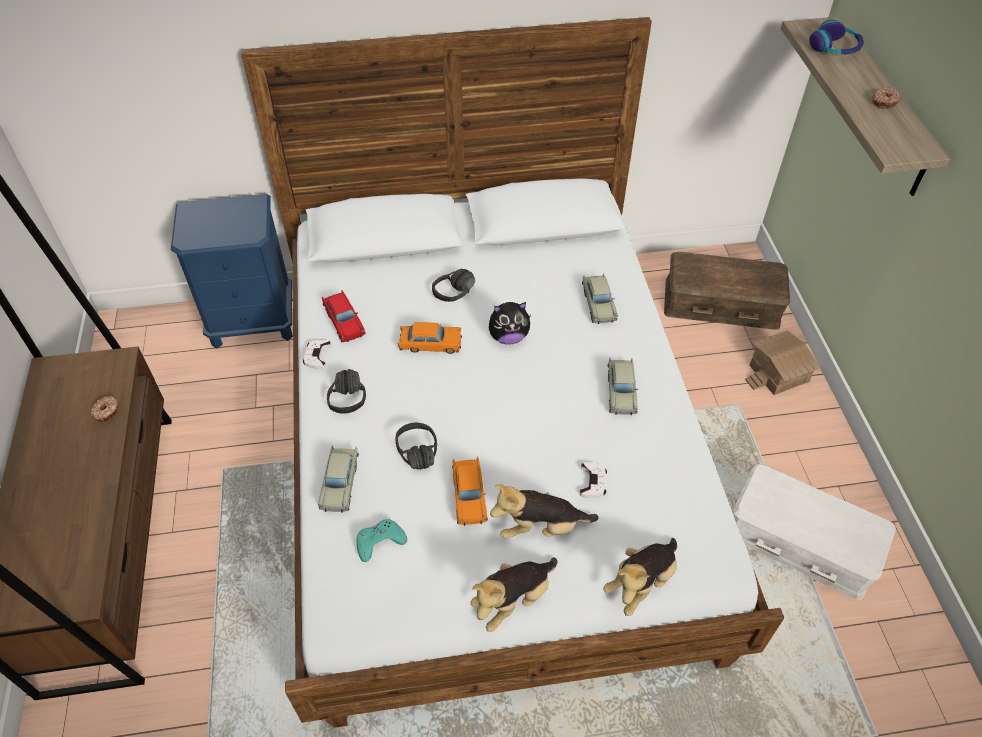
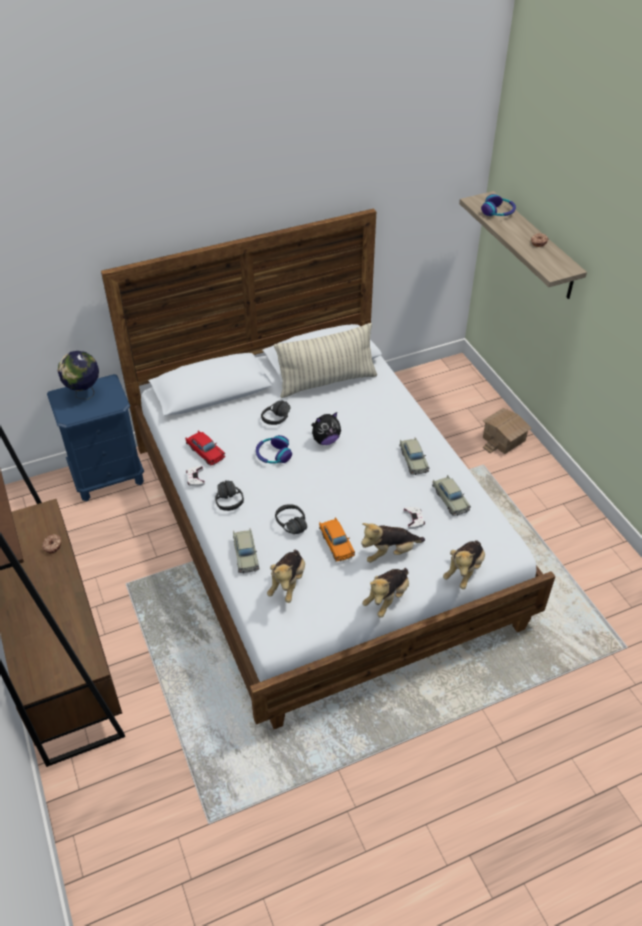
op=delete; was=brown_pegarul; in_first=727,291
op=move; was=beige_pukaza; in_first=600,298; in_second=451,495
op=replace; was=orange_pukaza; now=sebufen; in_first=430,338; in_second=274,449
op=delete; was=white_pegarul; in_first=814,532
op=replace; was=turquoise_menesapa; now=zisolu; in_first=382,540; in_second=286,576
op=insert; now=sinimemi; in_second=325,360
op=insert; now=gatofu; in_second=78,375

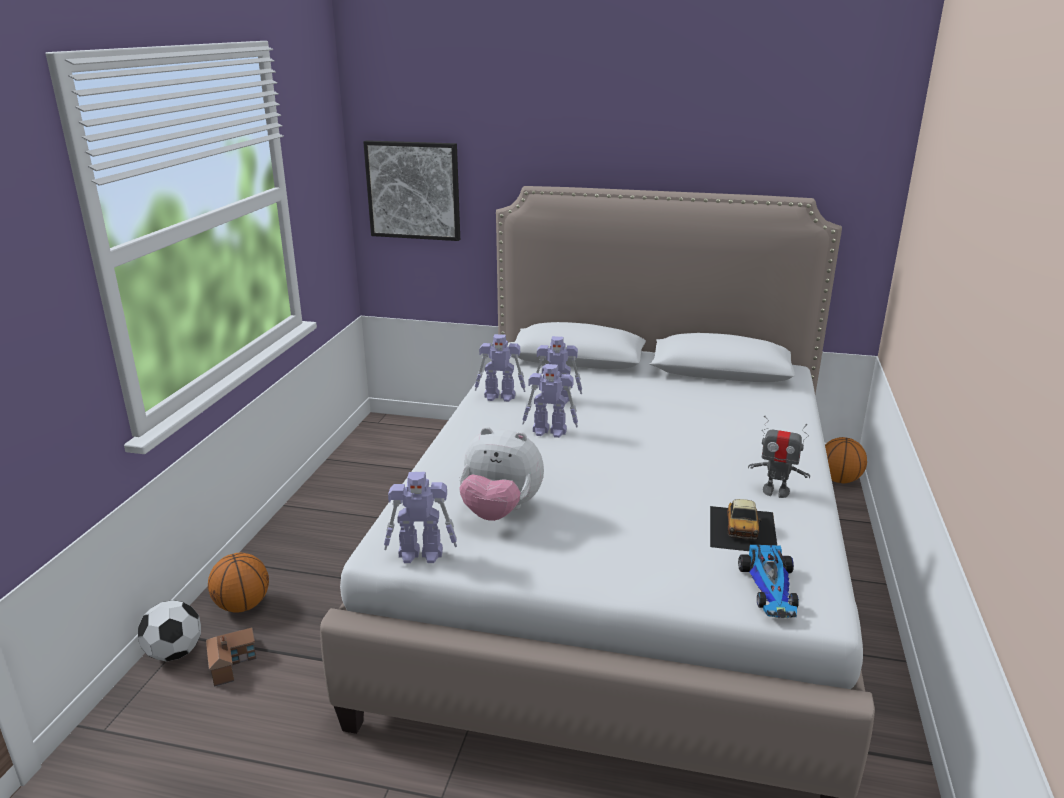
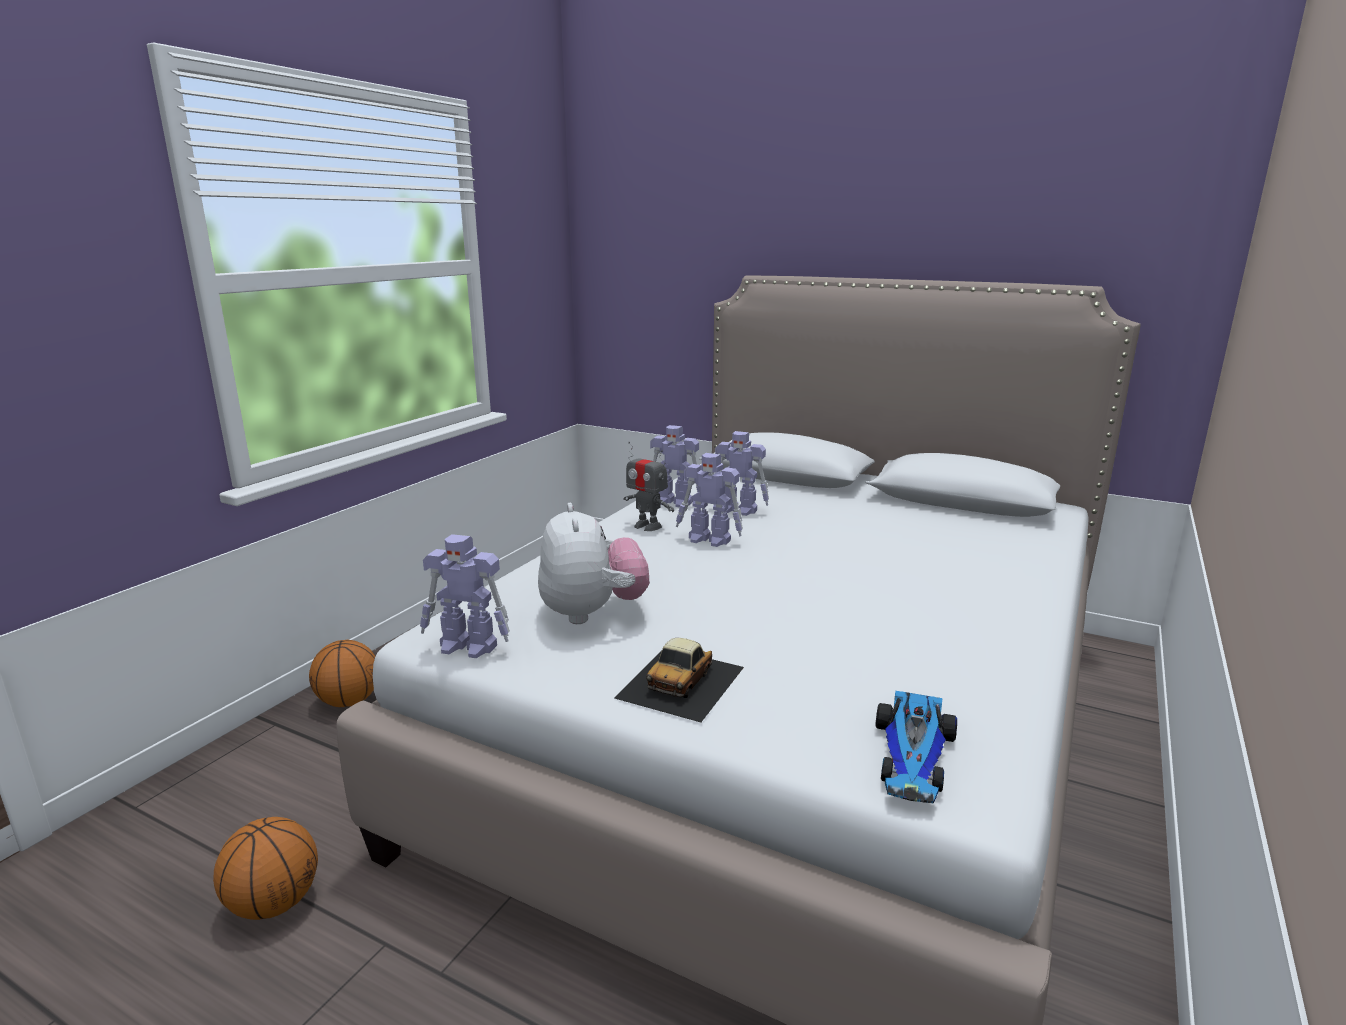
op=delete; was=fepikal; in_first=411,190
op=move; was=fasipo; in_first=779,457; in_second=648,486
op=rotate; was=zisolu; in_first=501,474; in_second=594,563; clockwise=-135
op=move; was=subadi; in_first=846,460; in_second=265,868
op=move; was=pukaza; in_first=743,525; in_second=679,680
op=delete; was=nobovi; in_first=169,631
op=delete; was=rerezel; in_first=231,657

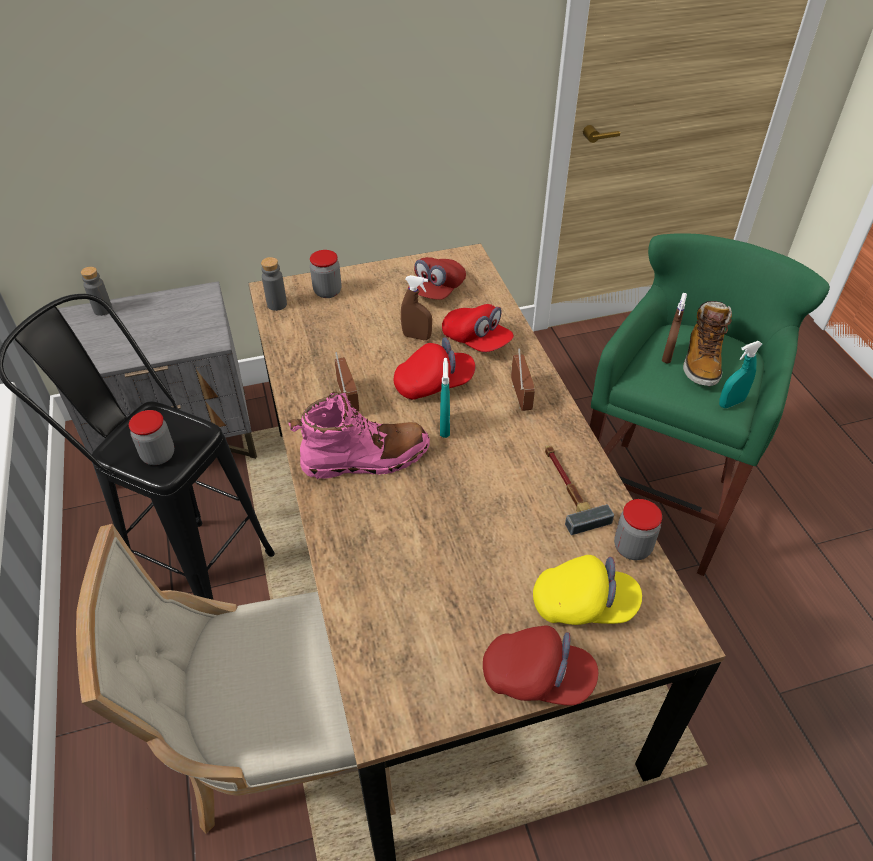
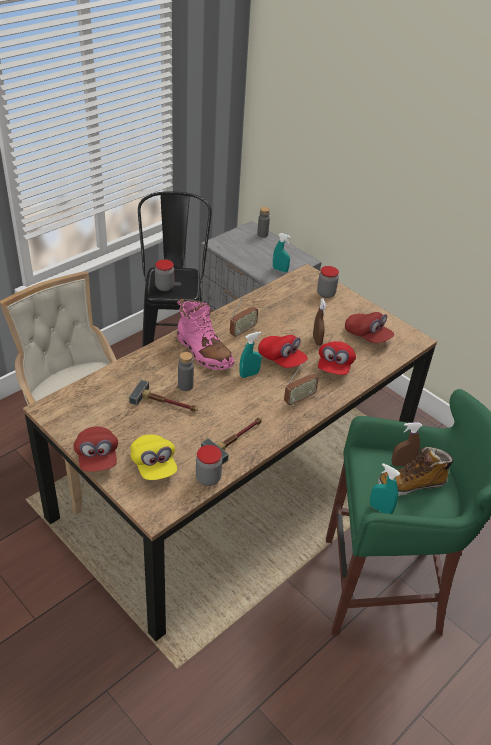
op=move; was=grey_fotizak; in_first=274,284; in_second=186,371
op=rotate; was=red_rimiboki; in_first=437,278; in_second=369,327; clockwise=-135
op=insert; now=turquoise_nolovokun; in_second=282,252
op=insert; now=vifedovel; in_second=163,396

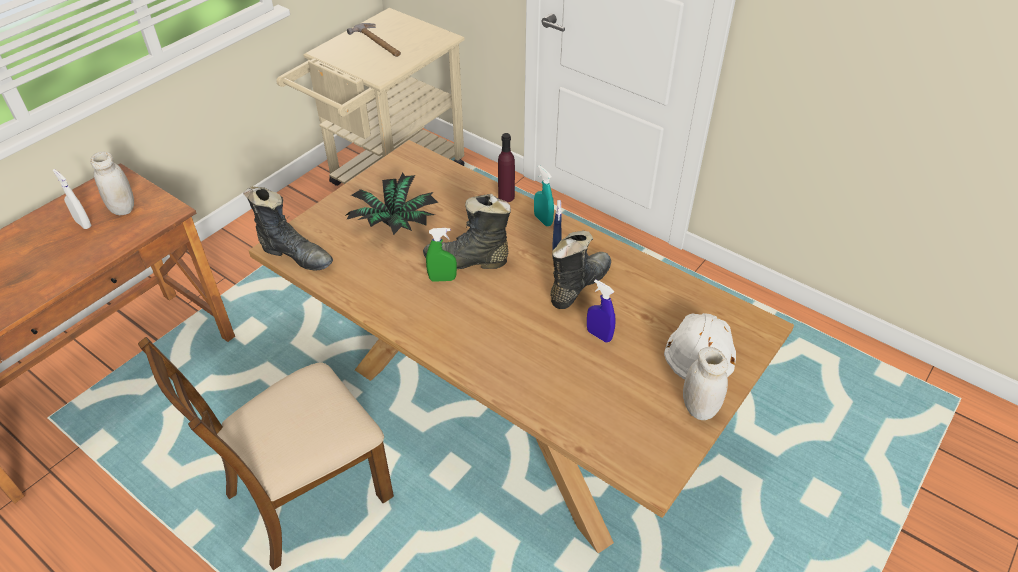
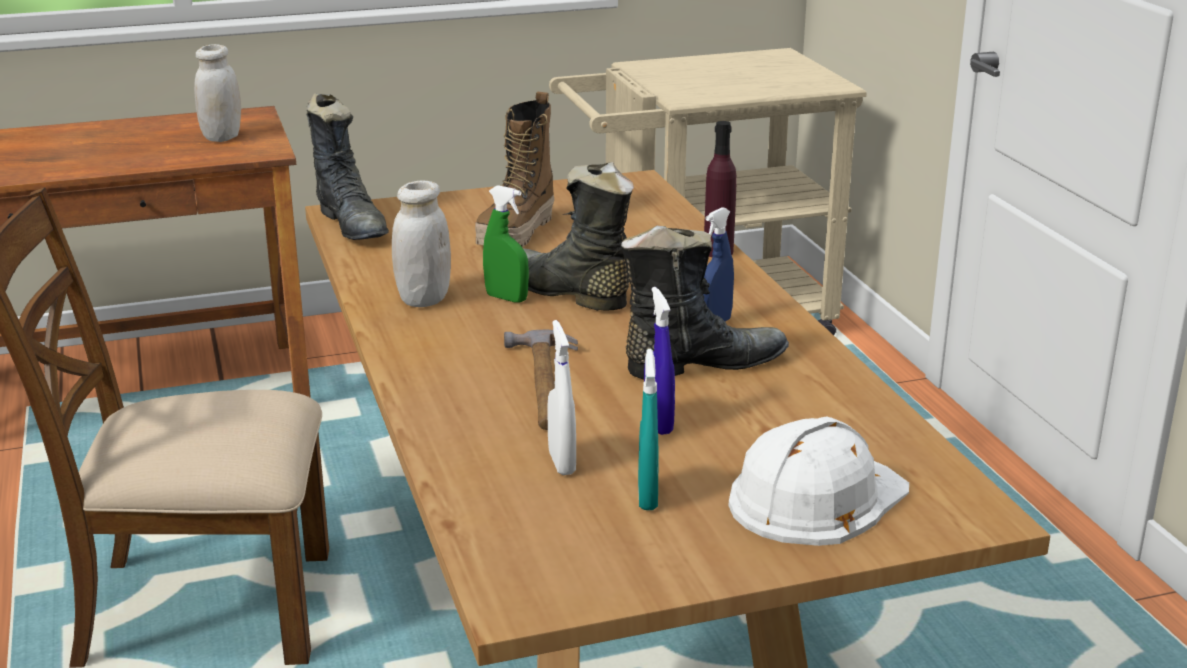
op=move; was=vifedovel; in_first=374,40; in_second=541,380
op=move; was=turquoise_nolovokun; in_first=544,195; in_second=648,429
op=move; was=white_nolovokun; in_first=71,199; in_second=561,397
op=replace; was=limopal; now=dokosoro; in_first=392,203; in_second=514,169
op=move; was=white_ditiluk; in_first=705,383; in_second=421,243

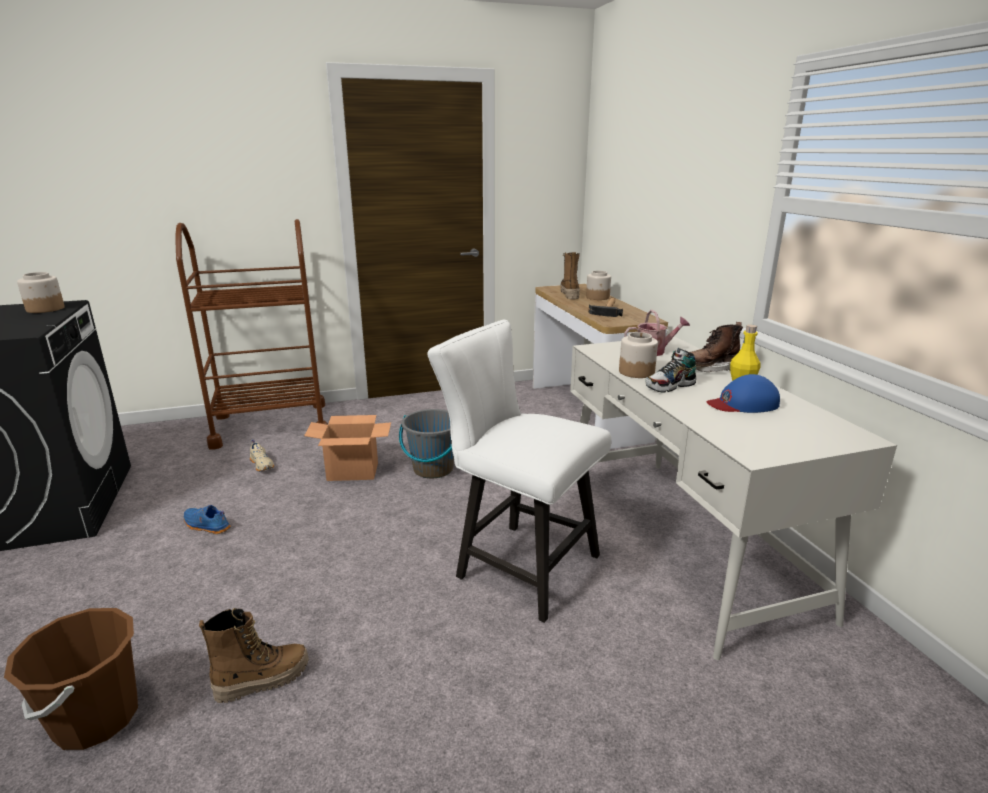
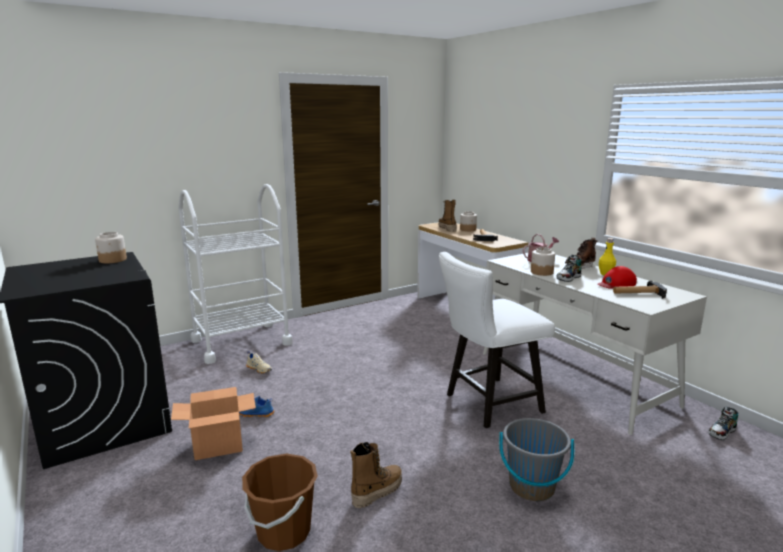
op=recolor; was=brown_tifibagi; now=white_tifibagi; in_first=252,334; in_second=235,274
op=rotate; was=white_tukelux; in_first=519,471; in_second=496,340; clockwise=-45
op=recolor; was=blue_rimiboki; now=red_rimiboki; in_first=743,393; in_second=617,277
op=move; was=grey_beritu; in_first=426,443; in_second=536,459
op=move; was=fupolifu; in_first=347,448; in_second=213,423
op=insert; now=vifedovel; in_second=640,290
op=insert; now=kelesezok; in_second=723,423

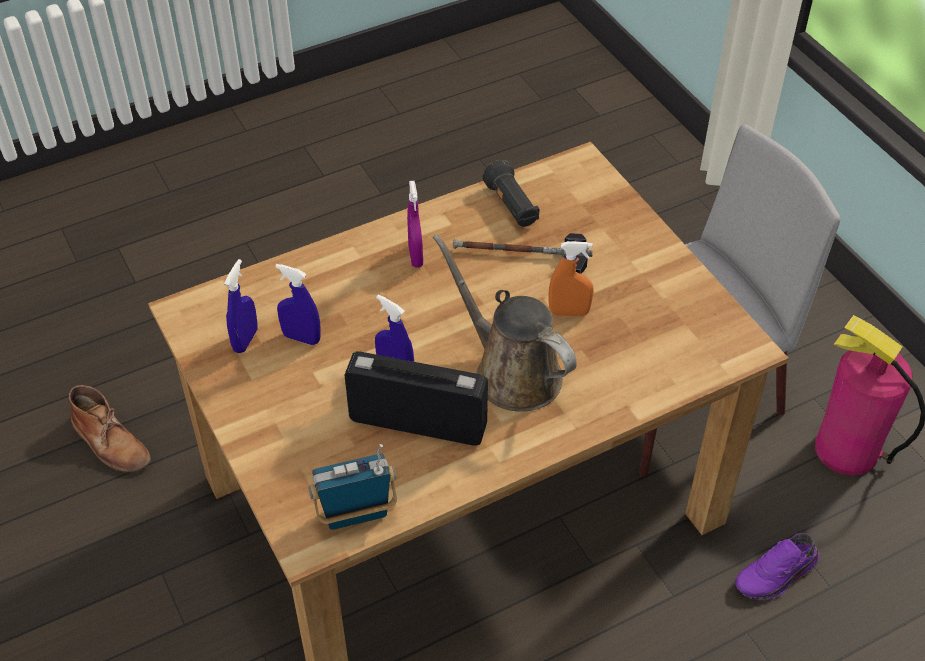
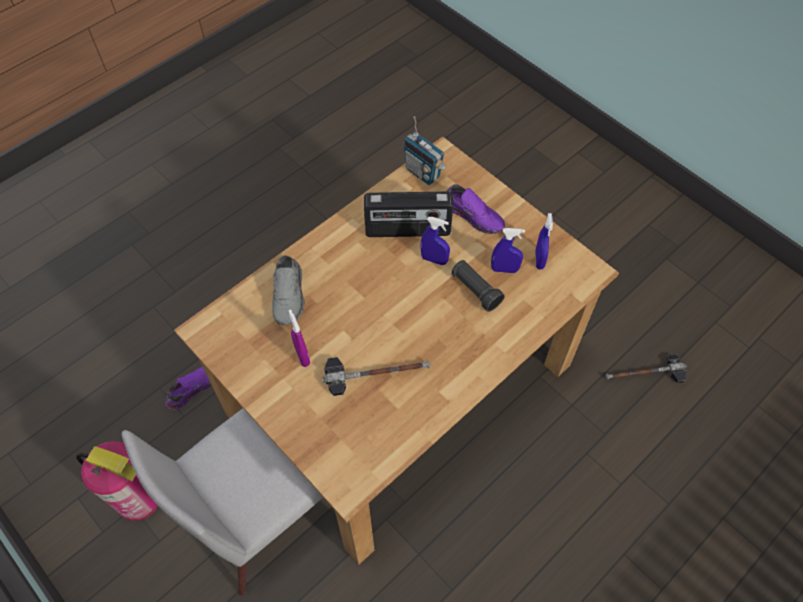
op=move; was=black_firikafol; in_first=511,193; in_second=478,286
op=move; was=purple_nolovokun; in_first=415,224; in_second=299,338
op=delete; was=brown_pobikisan; in_first=505,323
op=delete; was=orange_nolovokun; in_first=571,279
op=replace; was=brown_dokosoro; now=vifedovel; in_first=110,429; in_second=646,368
op=rotate; was=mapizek; in_first=352,487; in_second=425,150; clockwise=75
op=insert; now=purple_kelesezok; in_second=476,209
op=insert; now=grey_kelesezok; in_second=289,290

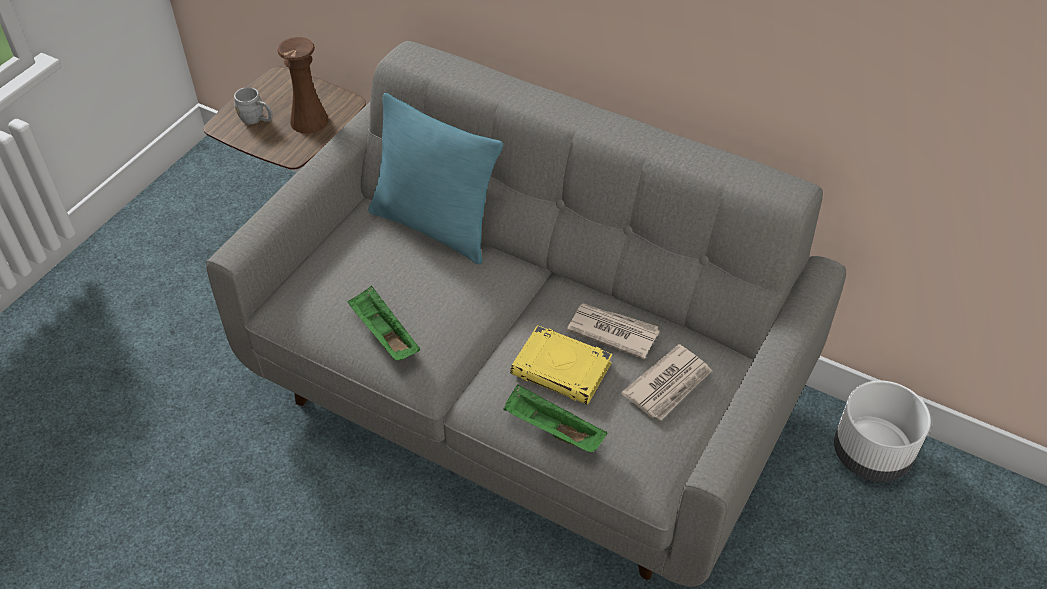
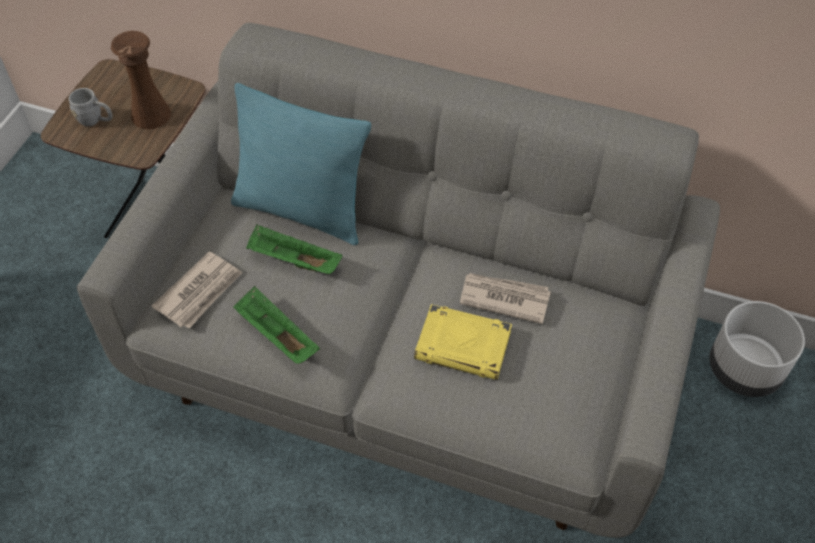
op=move; was=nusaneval; in_first=666,382; in_second=197,290
op=move; was=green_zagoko; in_first=555,418; in_second=294,249

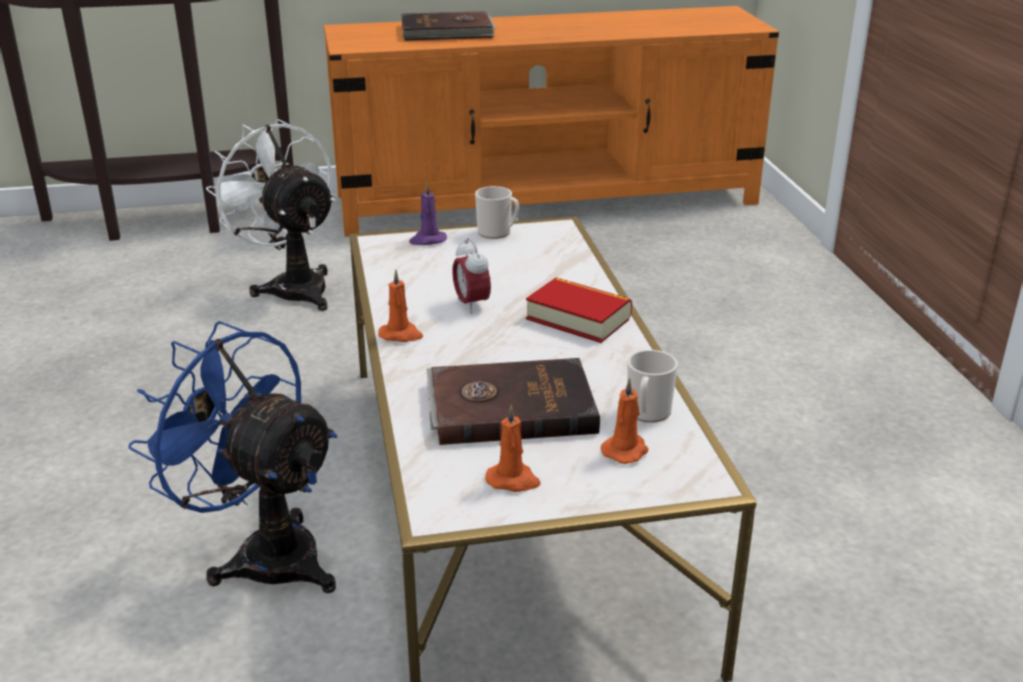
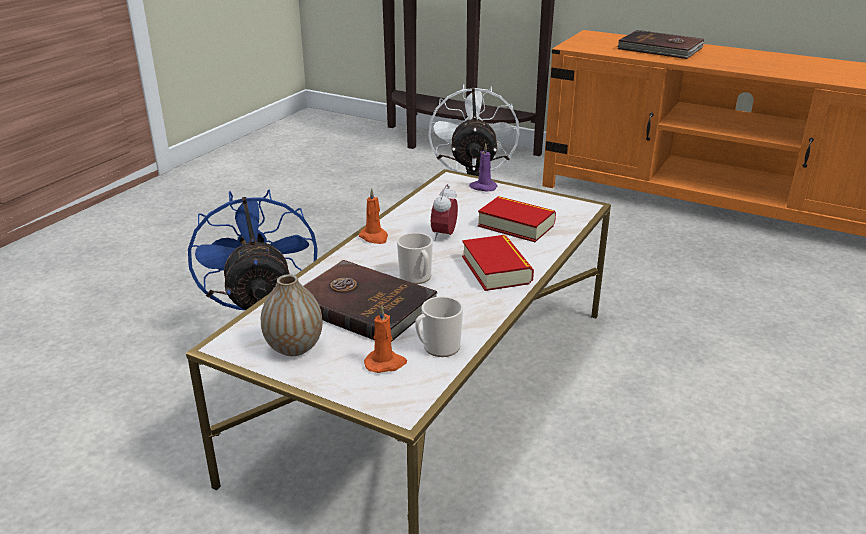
op=move; was=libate; in_first=497,212; in_second=415,258
op=replace; was=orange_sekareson; now=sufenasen; in_first=513,448; in_second=291,315
op=insert; now=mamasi; in_second=517,219

